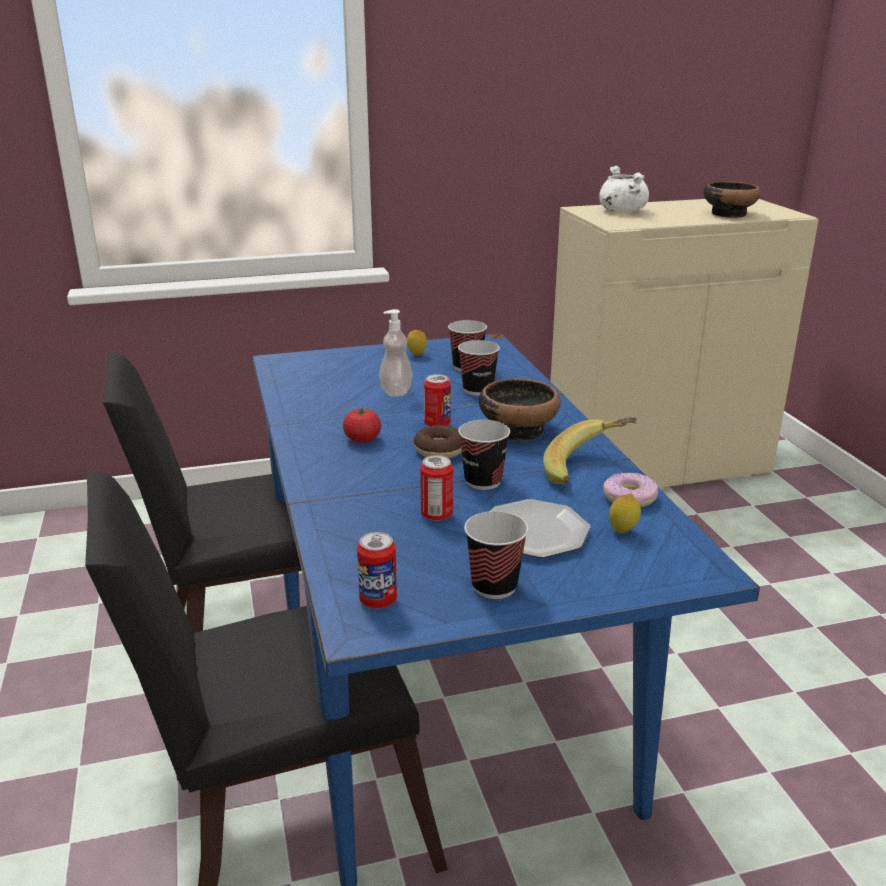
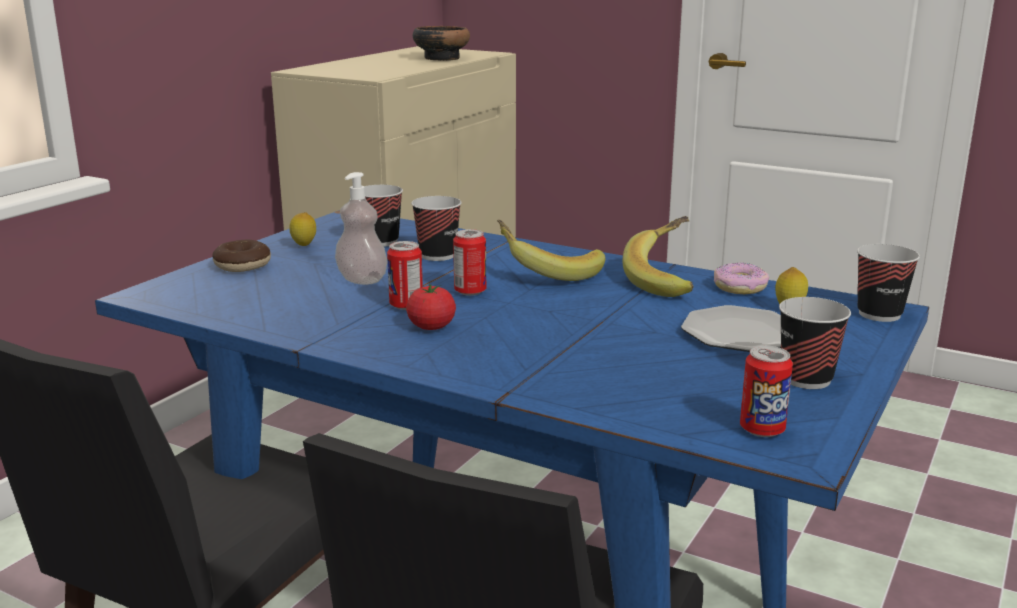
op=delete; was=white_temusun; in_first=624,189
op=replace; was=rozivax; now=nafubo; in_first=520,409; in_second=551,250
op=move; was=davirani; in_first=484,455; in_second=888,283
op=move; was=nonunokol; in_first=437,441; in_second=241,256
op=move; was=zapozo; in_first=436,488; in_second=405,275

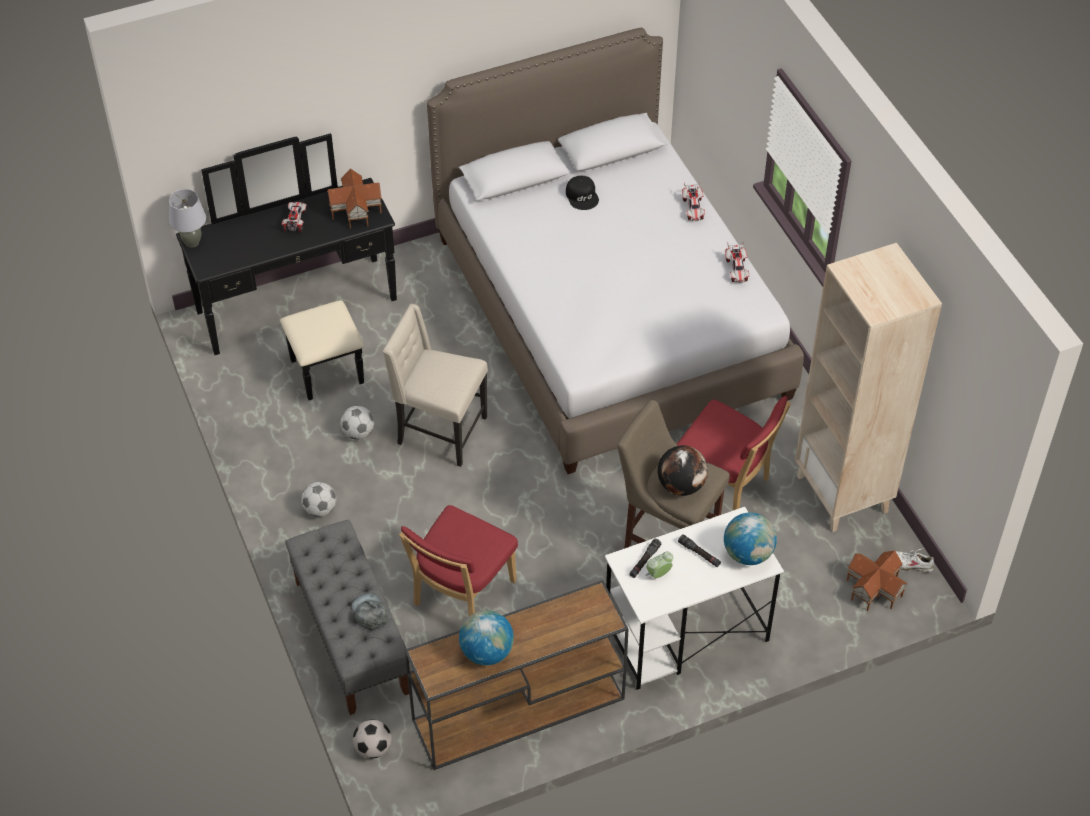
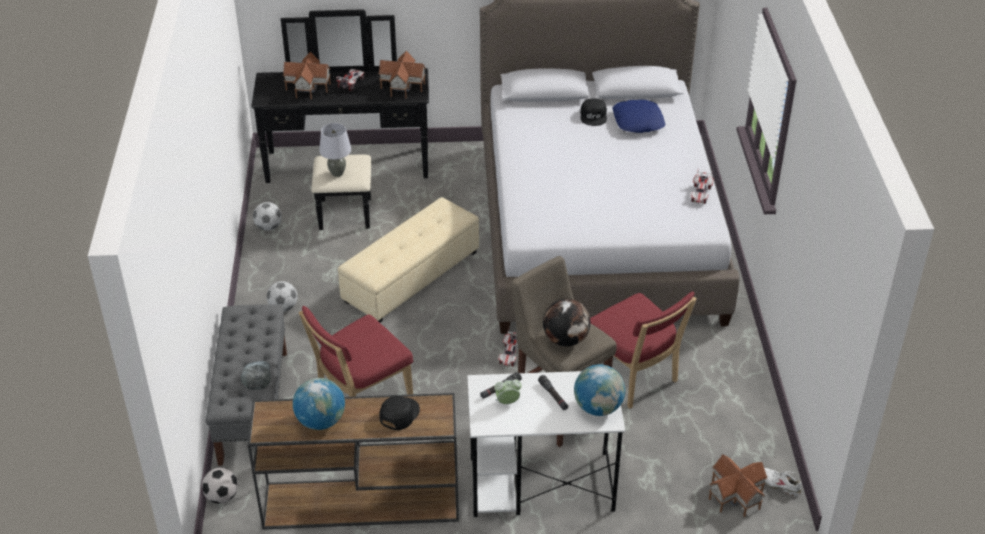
op=move; was=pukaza; in_first=693,201; in_second=508,347
op=move; was=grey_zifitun; in_first=187,218; in_second=335,150
op=delete; was=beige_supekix; in_first=868,387
op=replace; was=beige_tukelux; now=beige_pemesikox; in_first=435,385; in_second=408,260
op=move; was=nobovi; in_first=357,423; in_second=267,216
op=insert; now=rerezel; in_second=307,75
op=insert; now=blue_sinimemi; in_second=638,116
op=insert; now=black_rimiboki; in_second=399,413

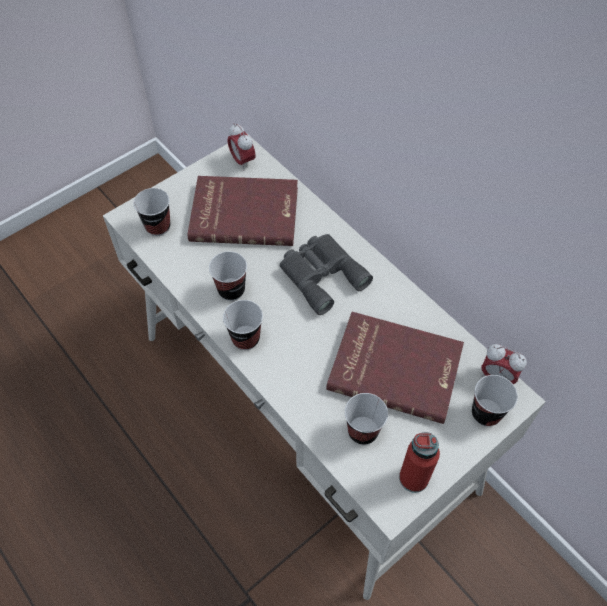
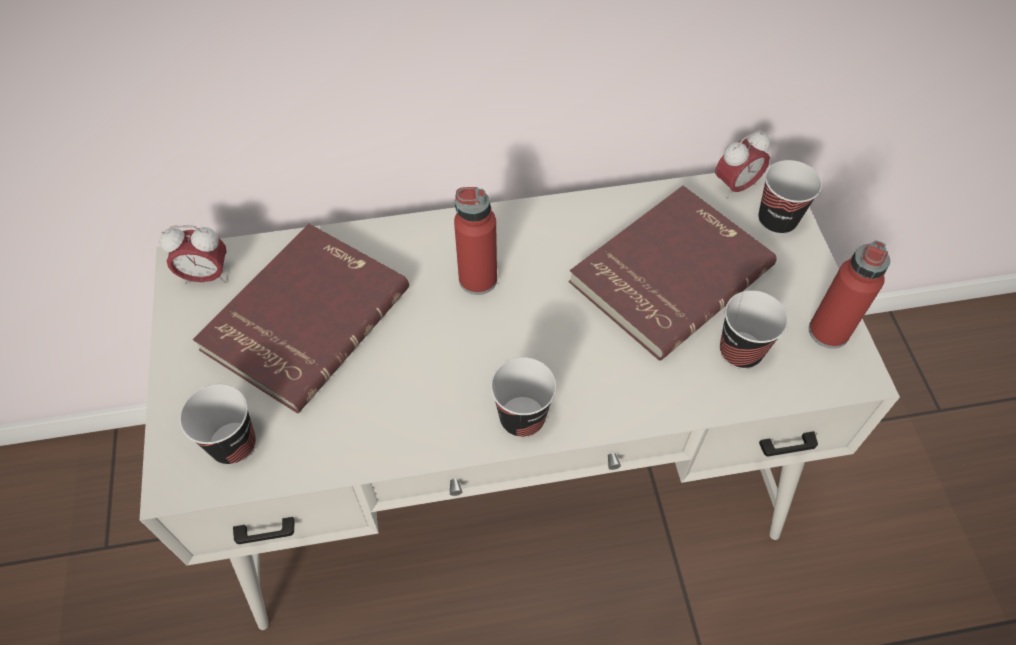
op=replace; was=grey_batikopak; now=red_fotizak; in_first=326,274; in_second=475,241
op=delete; was=davirani; in_first=228,276

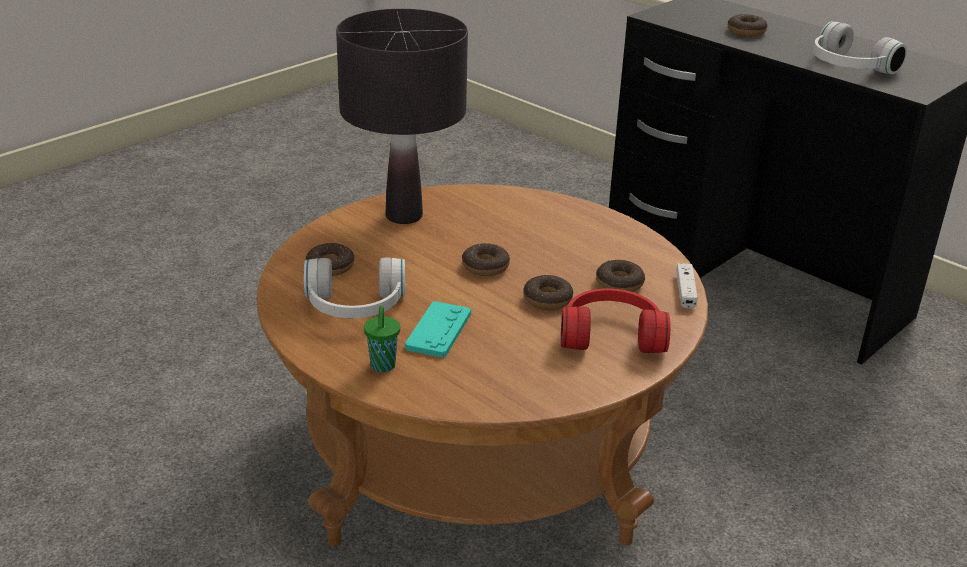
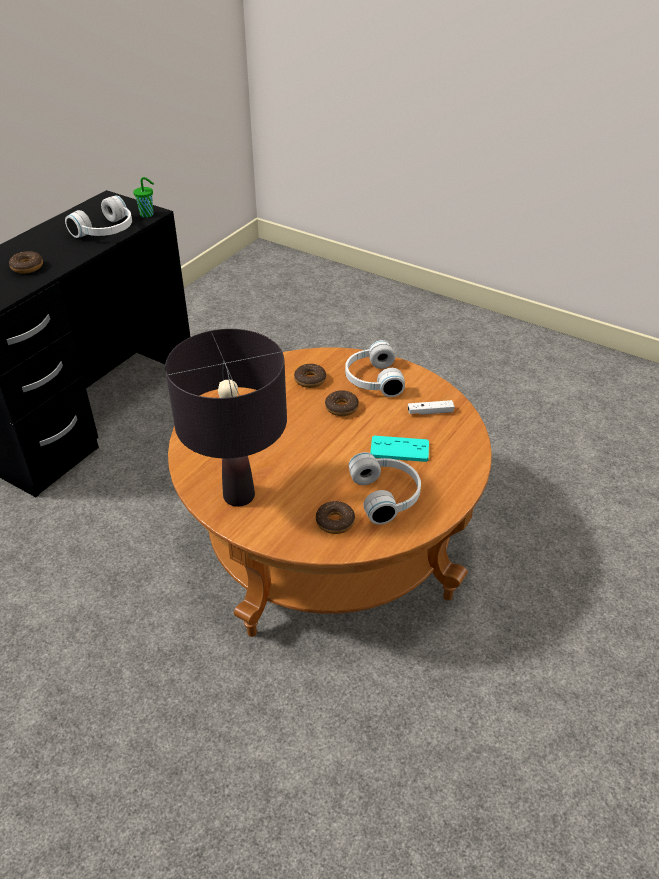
op=delete; was=nonunokol; in_first=486,259
op=move; was=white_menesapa; in_first=687,285; in_second=431,407
op=recolor; was=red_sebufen; now=white_sebufen; in_first=615,320; in_second=375,368
op=move; was=green_davirani; in_first=382,338; in_second=143,197

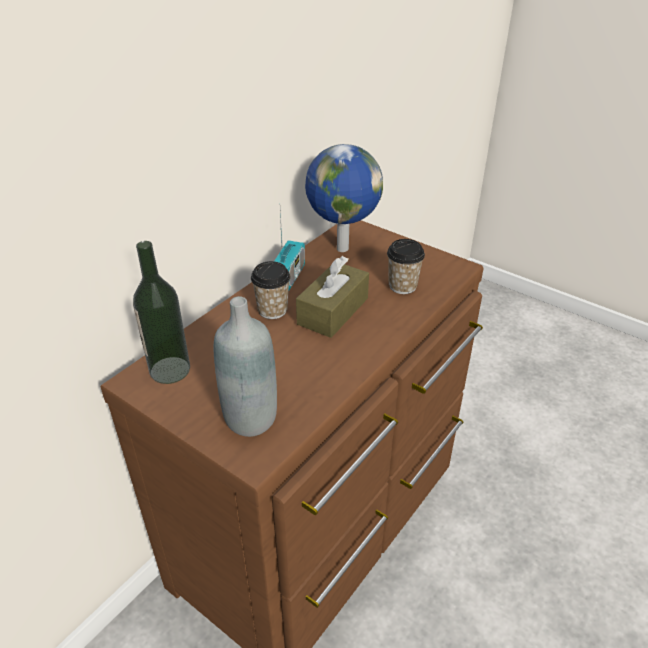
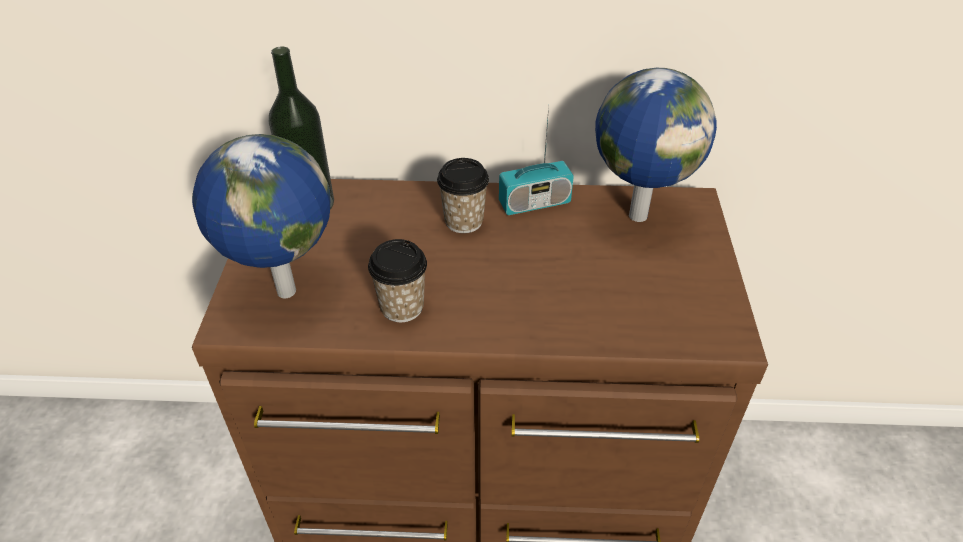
op=move; was=davirani; in_first=406,266; in_second=397,280
op=delete; was=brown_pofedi; in_first=332,297
op=replace; was=grey_fotizak; now=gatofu; in_first=245,366; in_second=261,216

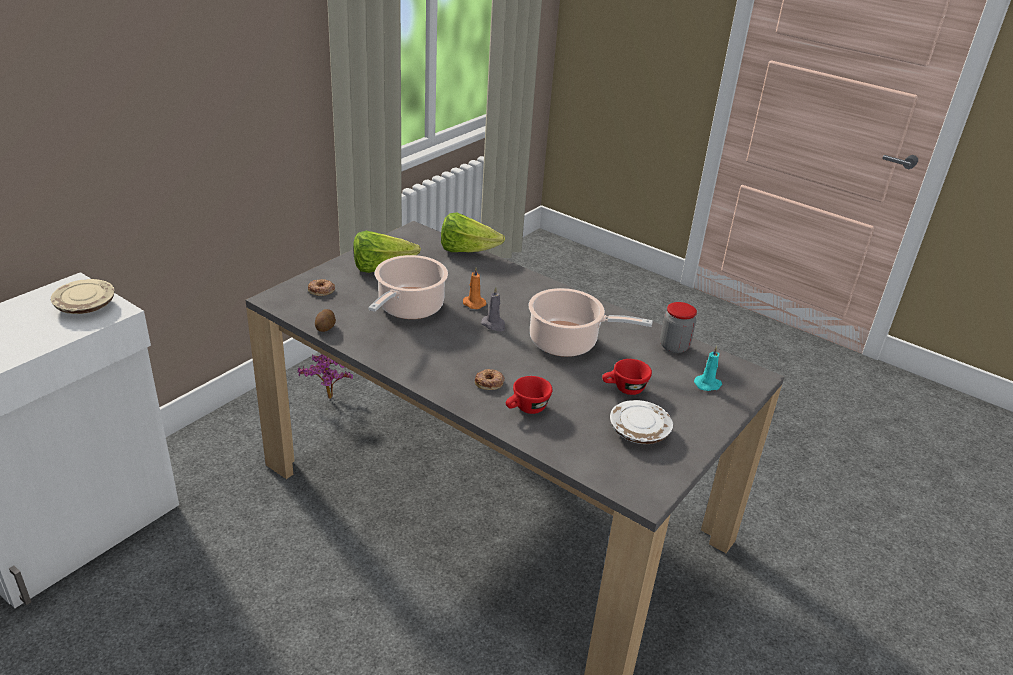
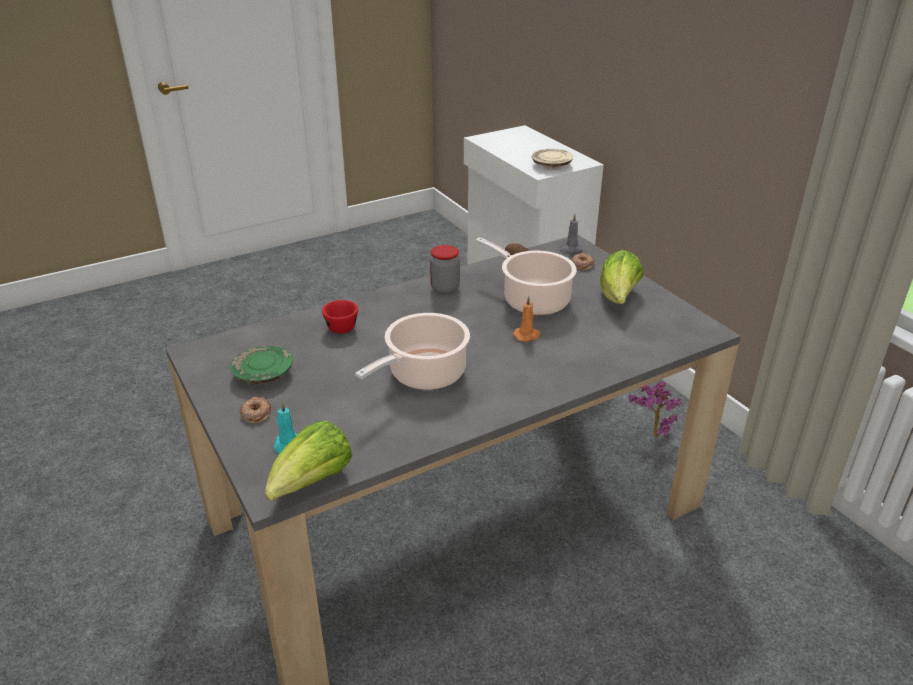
op=move; was=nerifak; in_first=473,232; in_second=309,461
op=move; was=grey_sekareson; in_first=493,309; in_second=571,233
op=move; was=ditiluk; in_first=678,327; in_second=445,269
op=delete; was=red_davirani; in_first=627,377
op=move; was=nonunokol; in_first=490,379; in_second=255,410
op=recolor; was=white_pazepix; now=green_pazepix; in_first=641,422; in_second=261,365

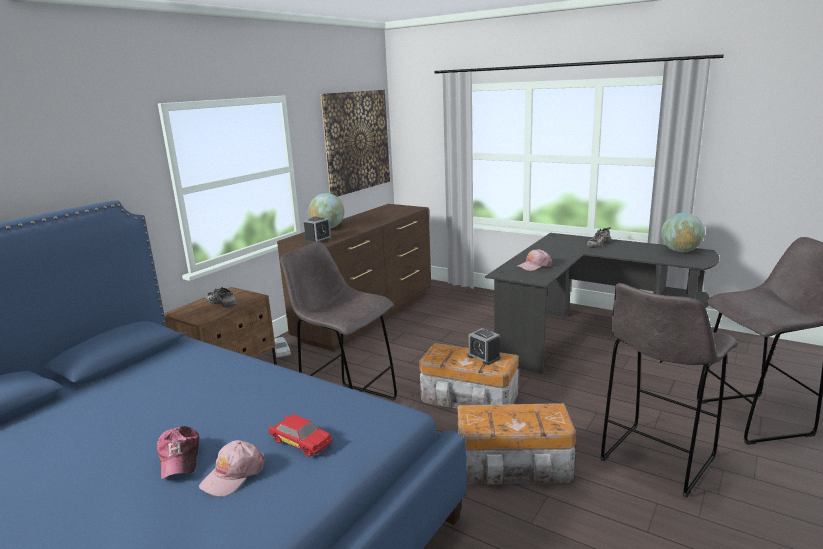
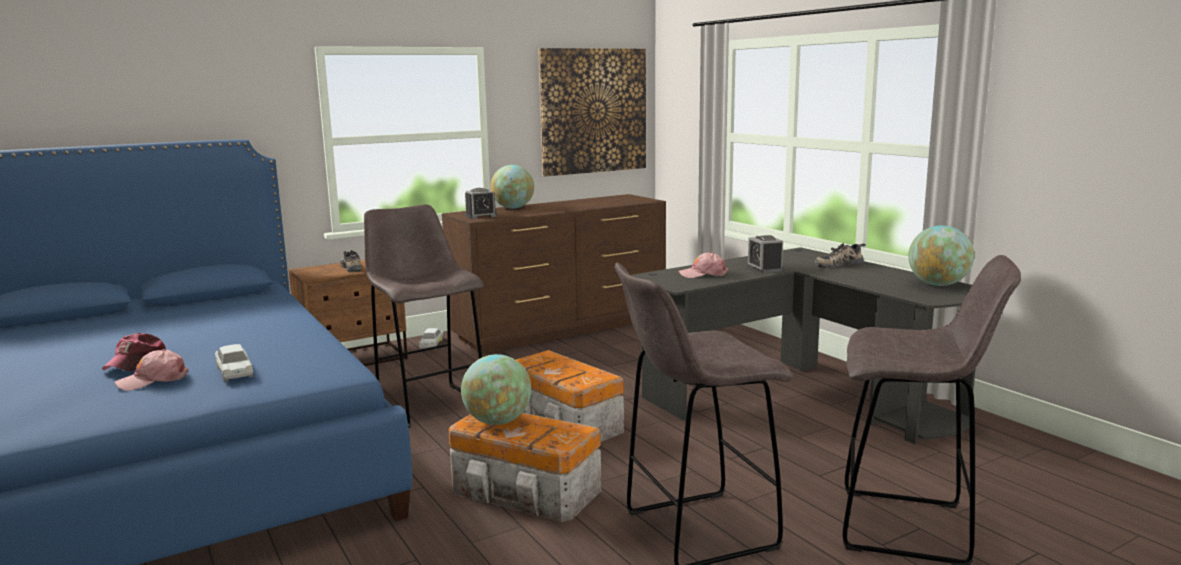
op=move; was=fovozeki; in_first=484,346; in_second=765,254
op=recolor; was=red_pukaza; now=white_pukaza; in_first=300,435; in_second=234,363
op=insert; now=gatofu; in_second=496,389

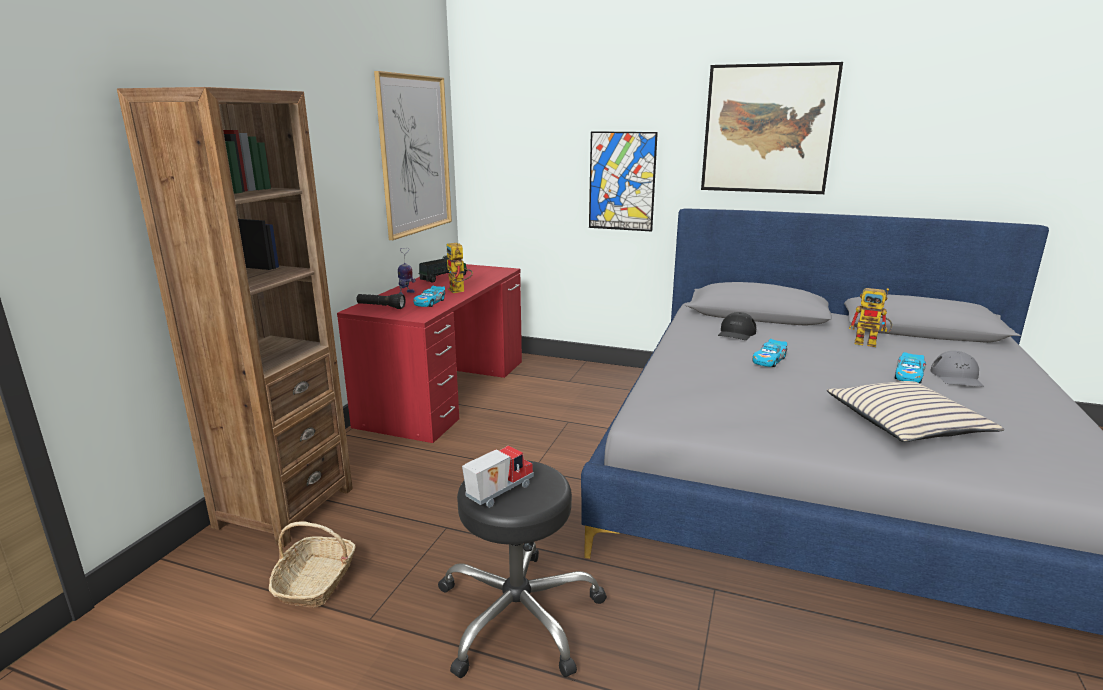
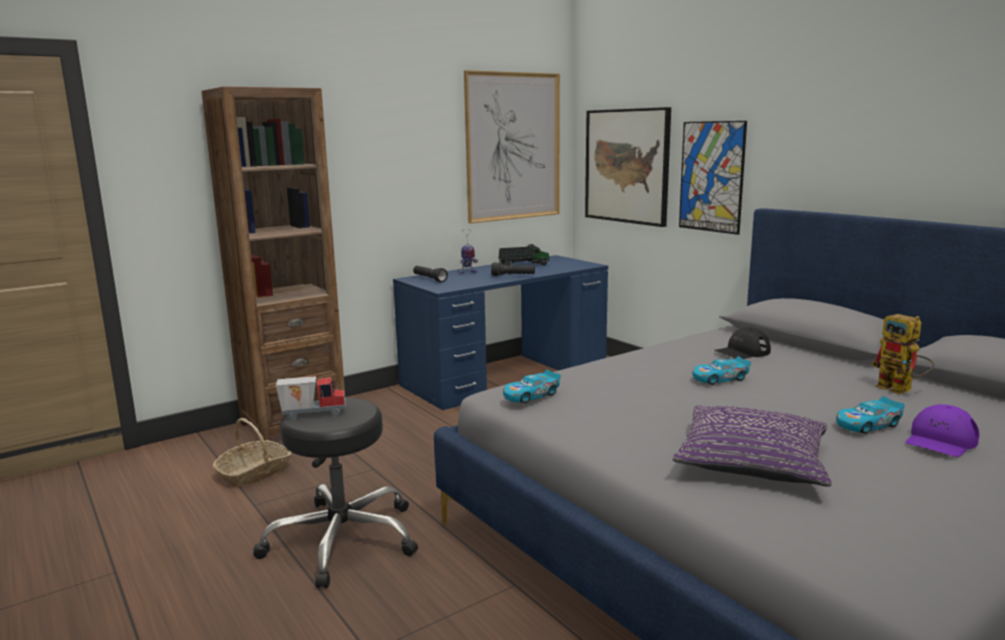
op=move; was=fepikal; in_first=772,128; in_second=628,167
op=replace; was=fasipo; now=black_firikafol; in_first=459,268; in_second=513,269
op=recolor; was=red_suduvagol; now=blue_suduvagol; in_first=429,353; in_second=500,332
op=move; was=pukaza; in_first=429,296; in_second=532,386
op=recolor; was=grey_rimiboki; now=purple_rimiboki; in_first=957,369; in_second=942,430
op=recolor; was=beige_sinimemi; now=purple_sinimemi; in_first=915,411; in_second=752,446

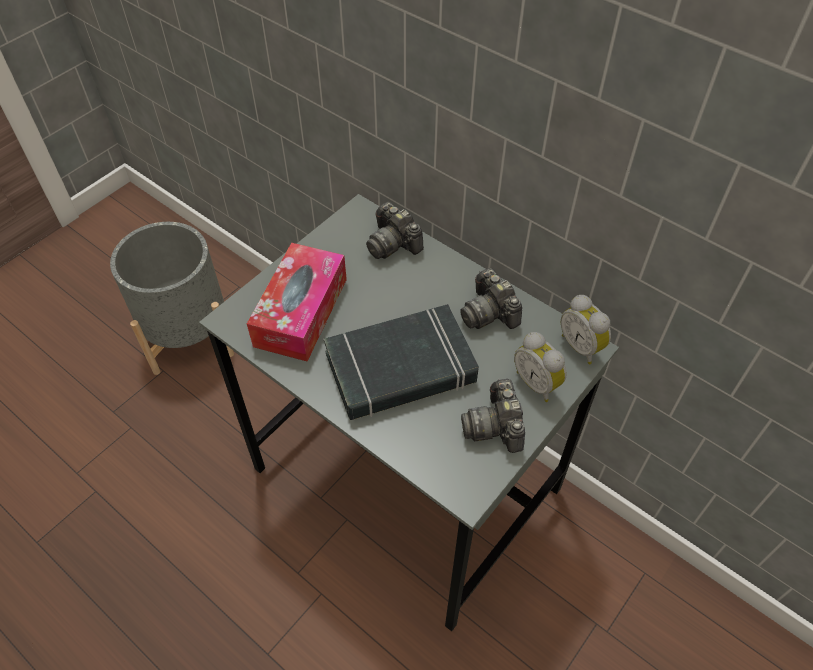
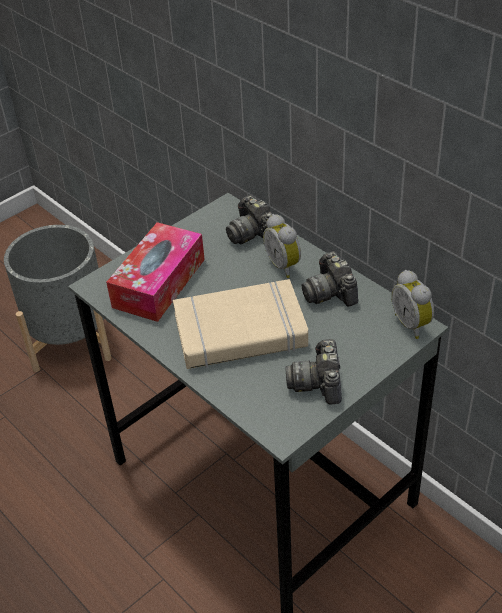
op=recolor; was=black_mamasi; now=beige_mamasi; in_first=401,362; in_second=240,324
op=move; was=fovozeki; in_first=540,367; in_second=282,246

